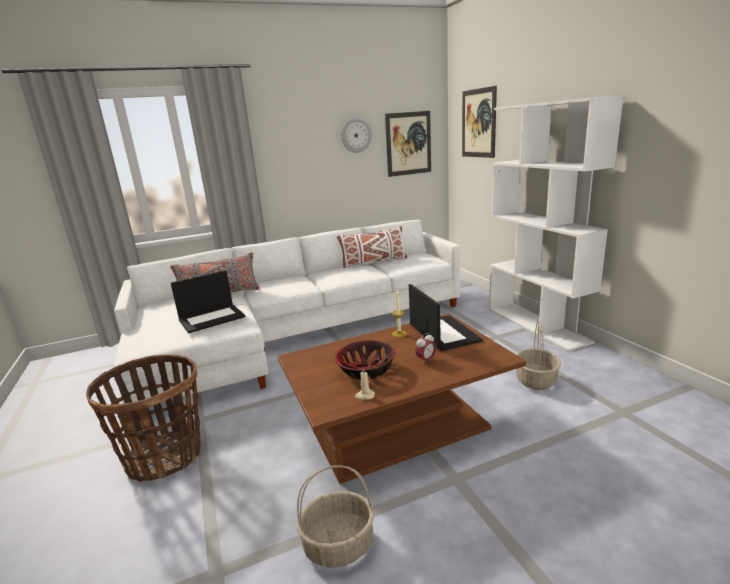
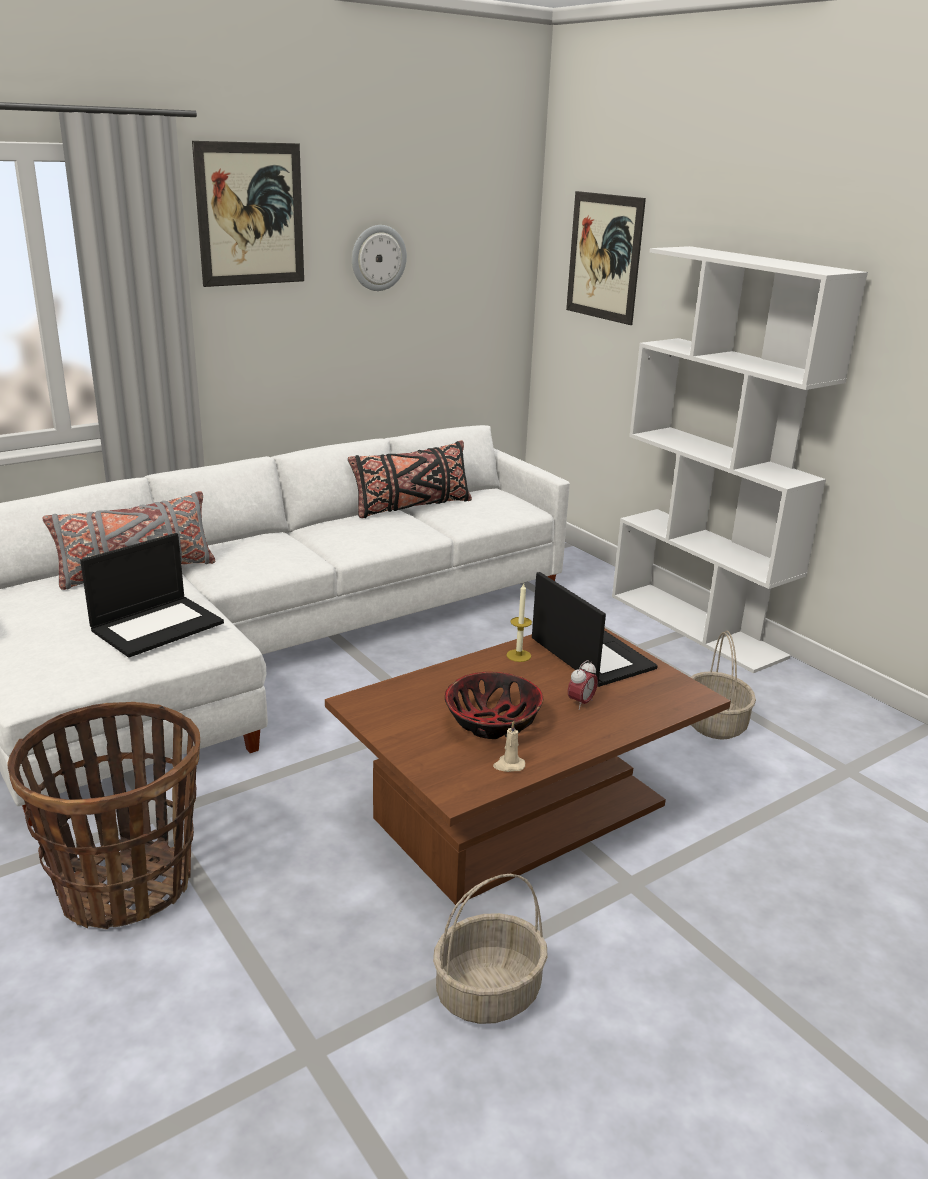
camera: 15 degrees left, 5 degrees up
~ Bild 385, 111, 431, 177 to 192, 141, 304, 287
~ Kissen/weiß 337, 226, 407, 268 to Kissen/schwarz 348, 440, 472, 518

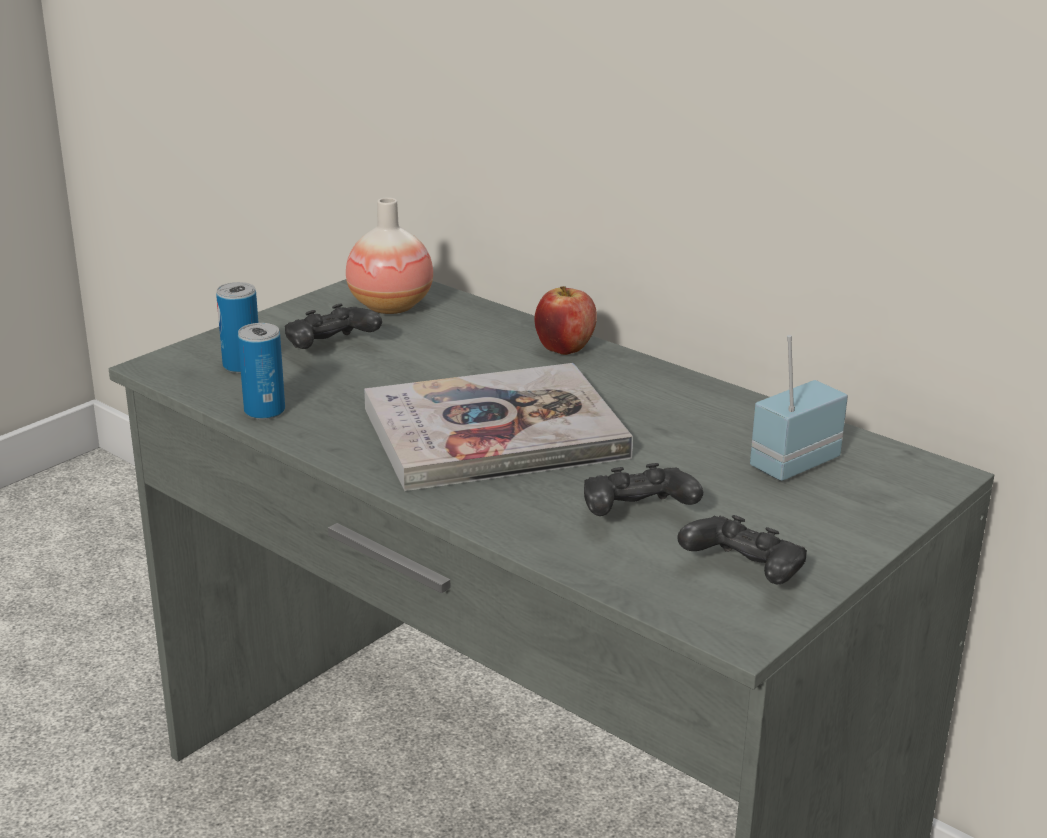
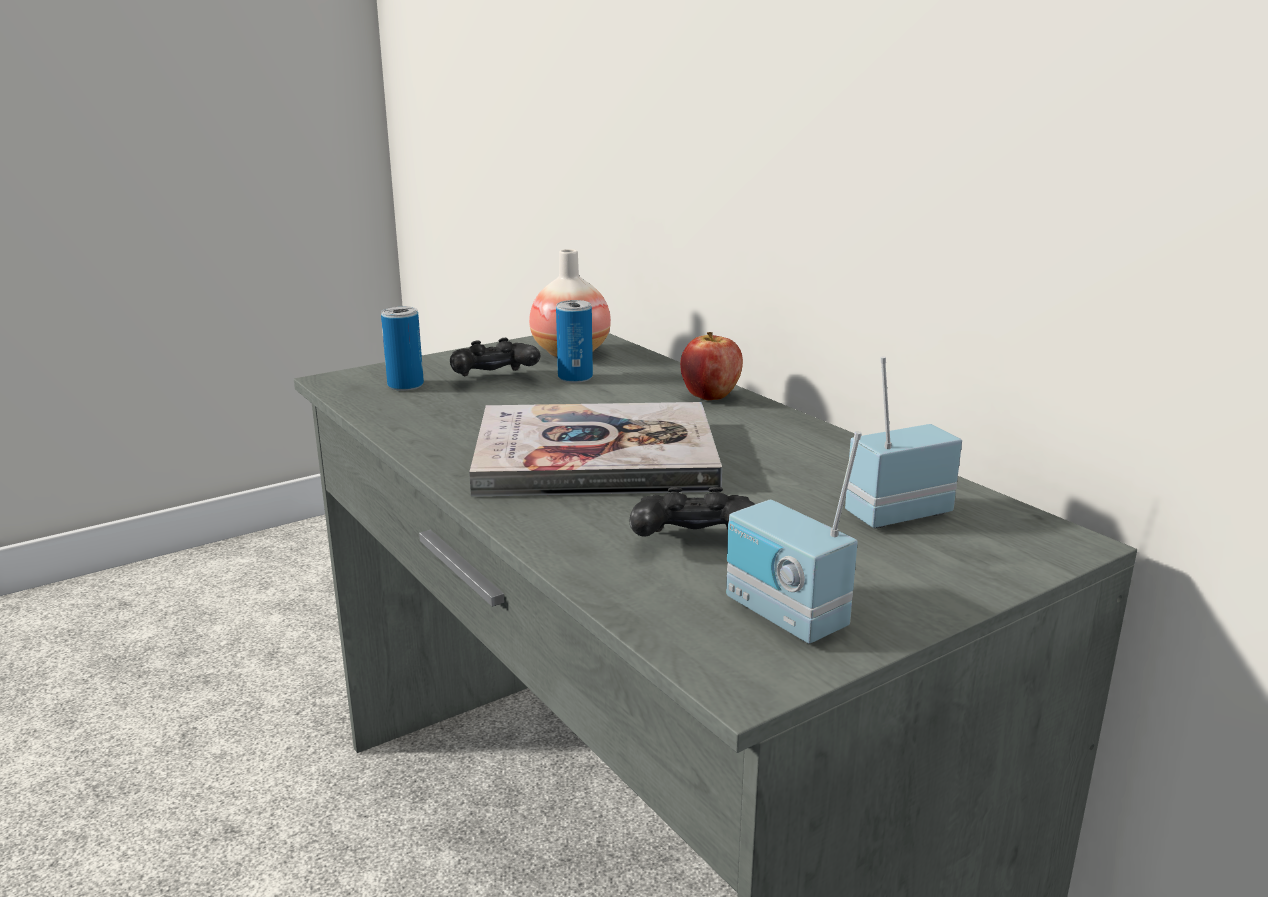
camera: 15 degrees right, 5 degrees down
~ Dose 238, 323, 285, 420 to 556, 300, 593, 383
~ Gamepad/schwarz 677, 515, 807, 584 to Radio 726, 431, 862, 643

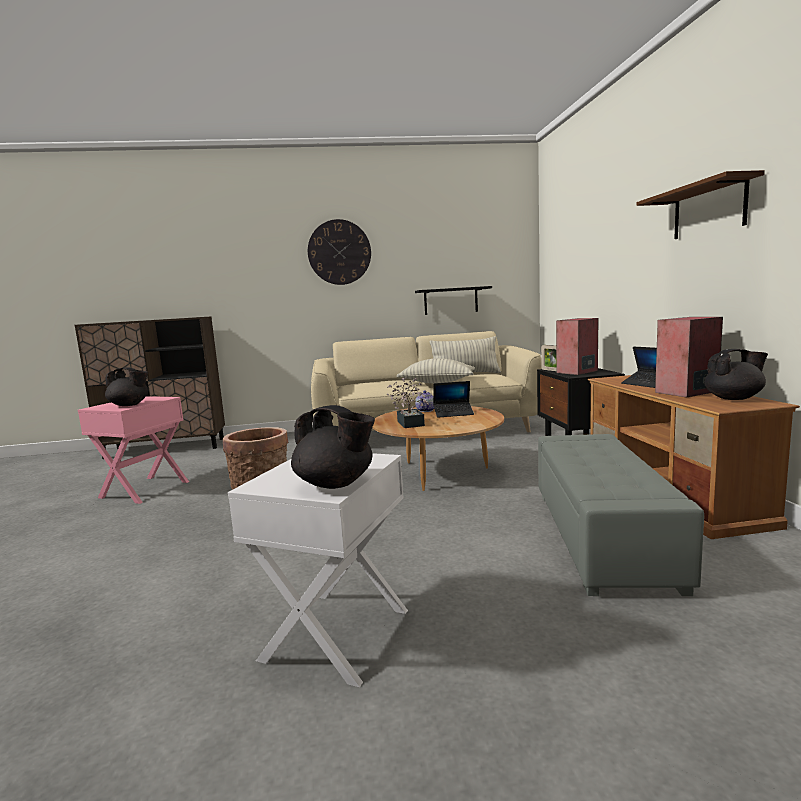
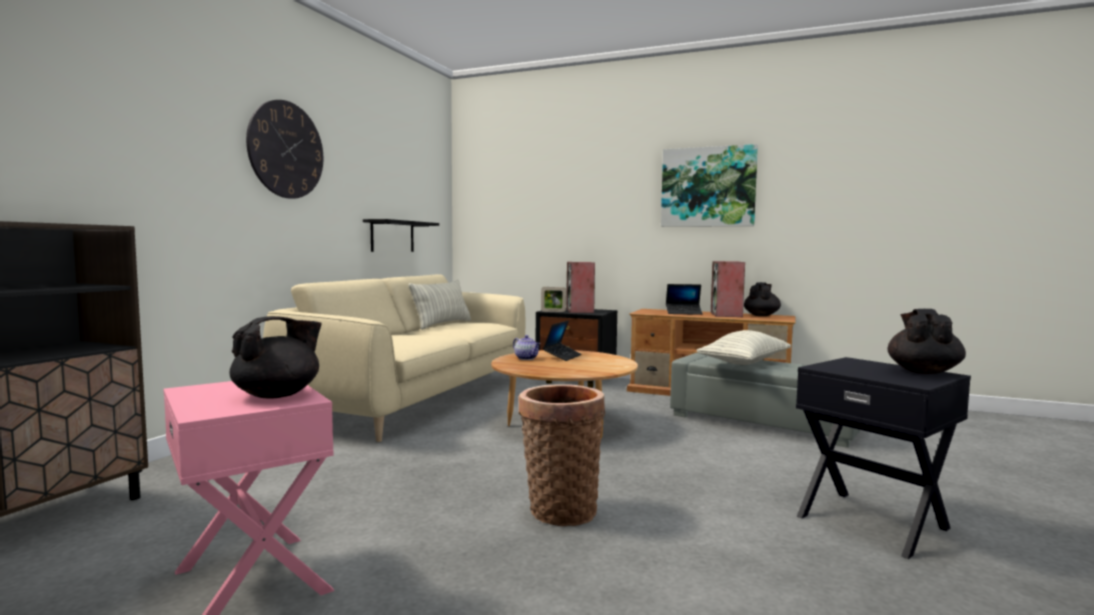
camera: 60 degrees left, 5 degrees down
- Topfpflanze 387, 378, 429, 428
~ Kissen 396, 358, 475, 383 to 696, 330, 791, 365
~ Wandregal/braun 637, 170, 765, 239 to Bild 661, 144, 758, 227
~ Beistelltisch/weiß 228, 453, 408, 687 to Beistelltisch/schwarz 796, 357, 971, 559
~ Teekanne/schwarz 291, 405, 375, 489 = 887, 309, 966, 374 45 degrees counterclockwise

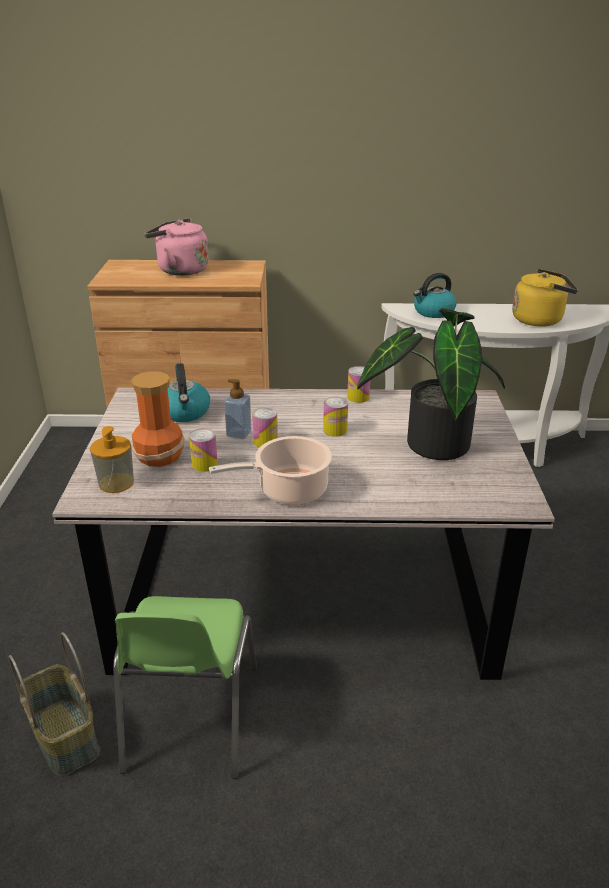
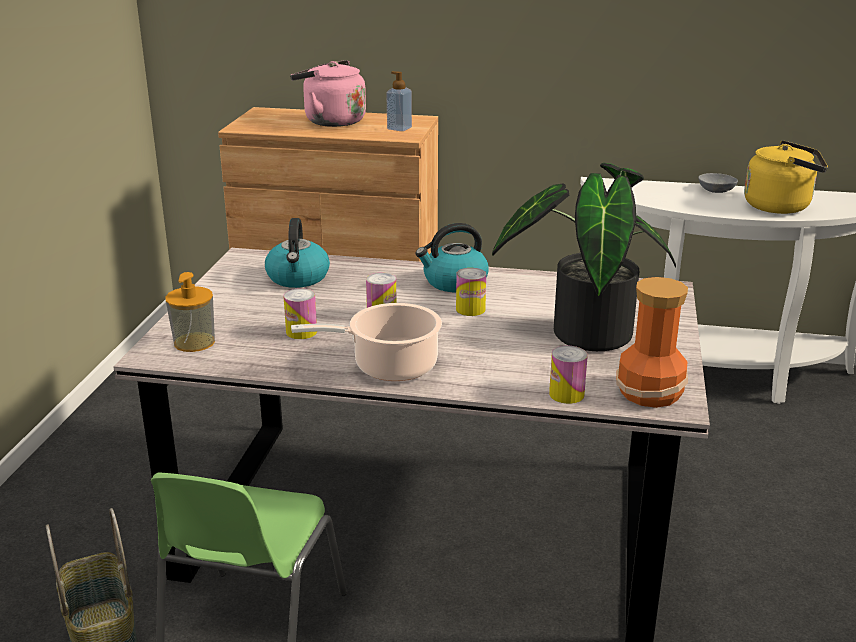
camera: 10 degrees right, 5 degrees down
+ Schüssel/grau 698, 173, 738, 193
~ Vase 131, 371, 184, 467 to 616, 277, 688, 408
~ Seifenspender 224, 379, 252, 439 to 386, 71, 412, 131
~ Dose 347, 366, 370, 403 to 549, 346, 588, 404
~ Wasserkessel 413, 273, 456, 318 to 415, 223, 489, 292

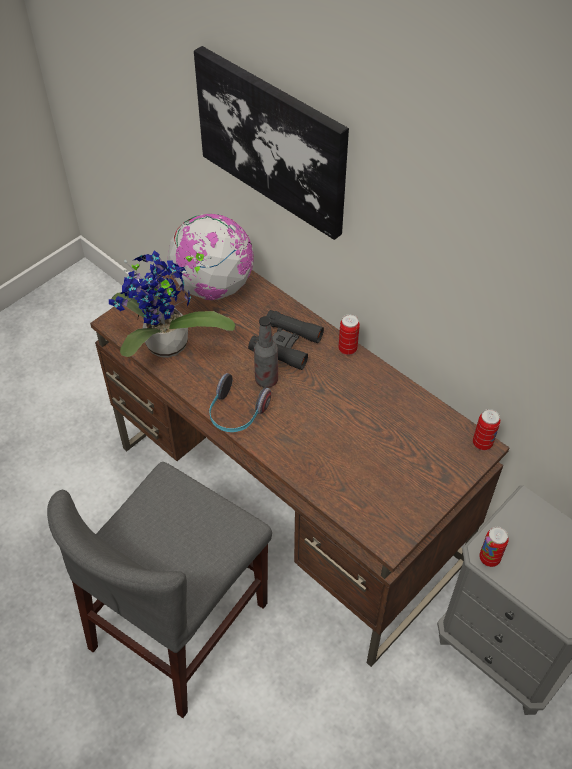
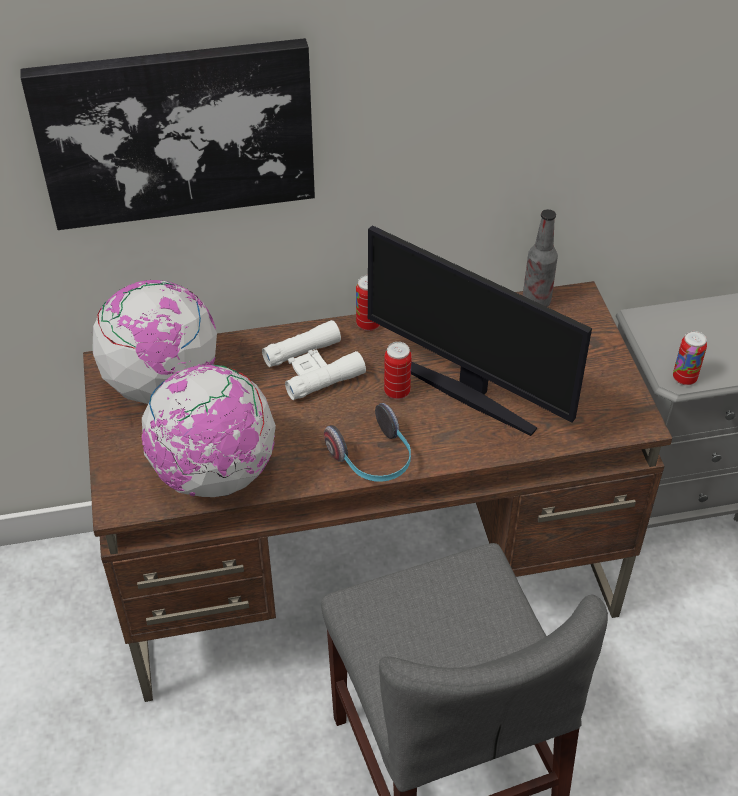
camera: 55 degrees left, 5 degrees down
+ Monitor 368, 225, 592, 436
~ Flasche 254, 316, 278, 388 to 523, 209, 558, 307
~ Dose 473, 409, 500, 451 to 384, 342, 412, 399
~ Topfpflanze 109, 250, 235, 358 to Globus 142, 364, 276, 497
~ Fernglas/schwarz 248, 310, 324, 370 to Fernglas/weiß 262, 320, 366, 400

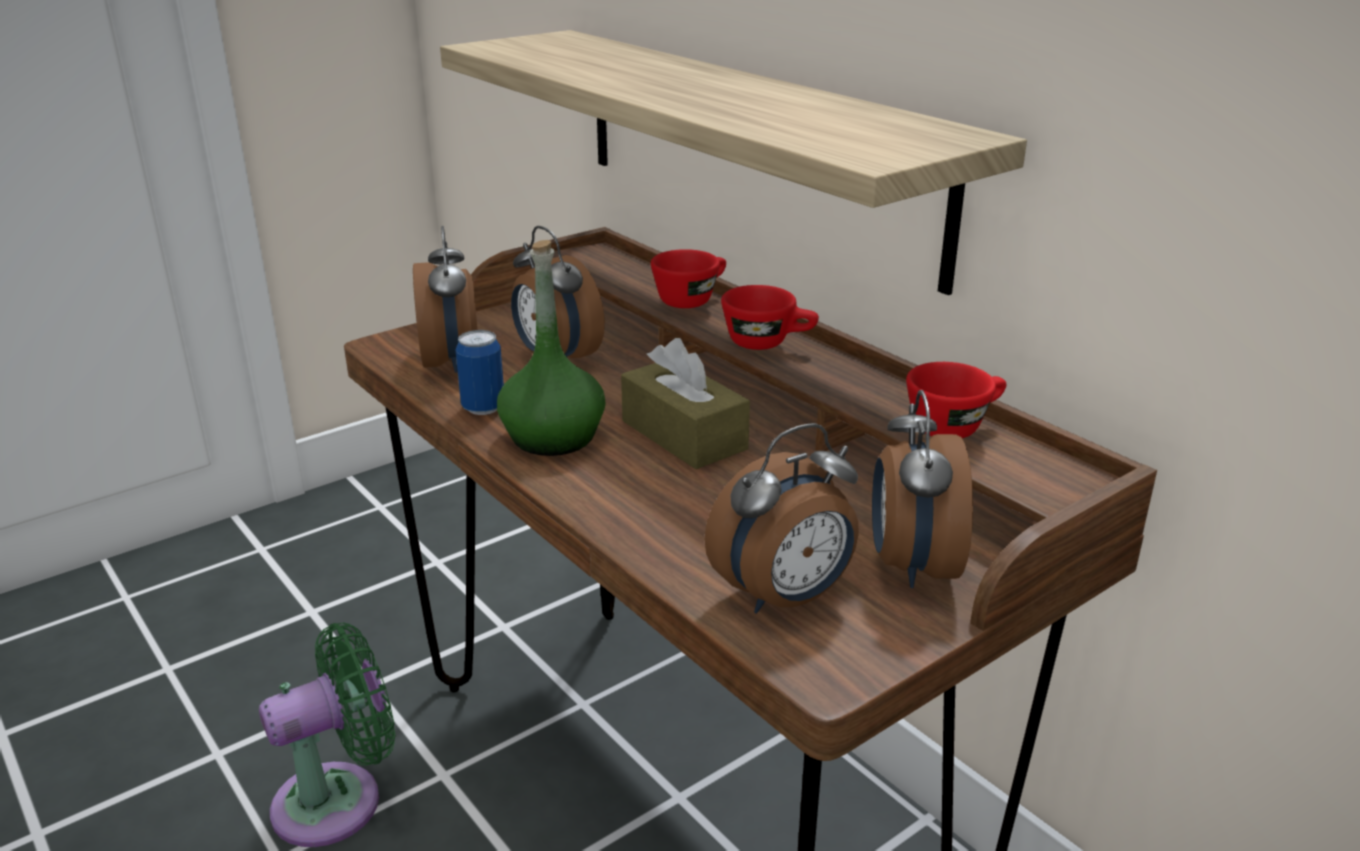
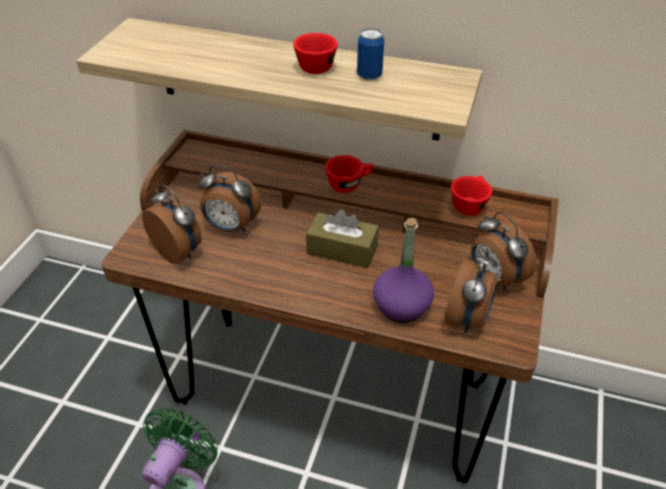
camera: 35 degrees left, 15 degrees up
- Flasche/grün 497, 240, 606, 456
+ Flasche/lila 373, 218, 434, 323
~ Dose 456, 330, 504, 415 to 357, 28, 384, 81
~ Tasse/rot 651, 249, 726, 308 to 293, 33, 338, 74

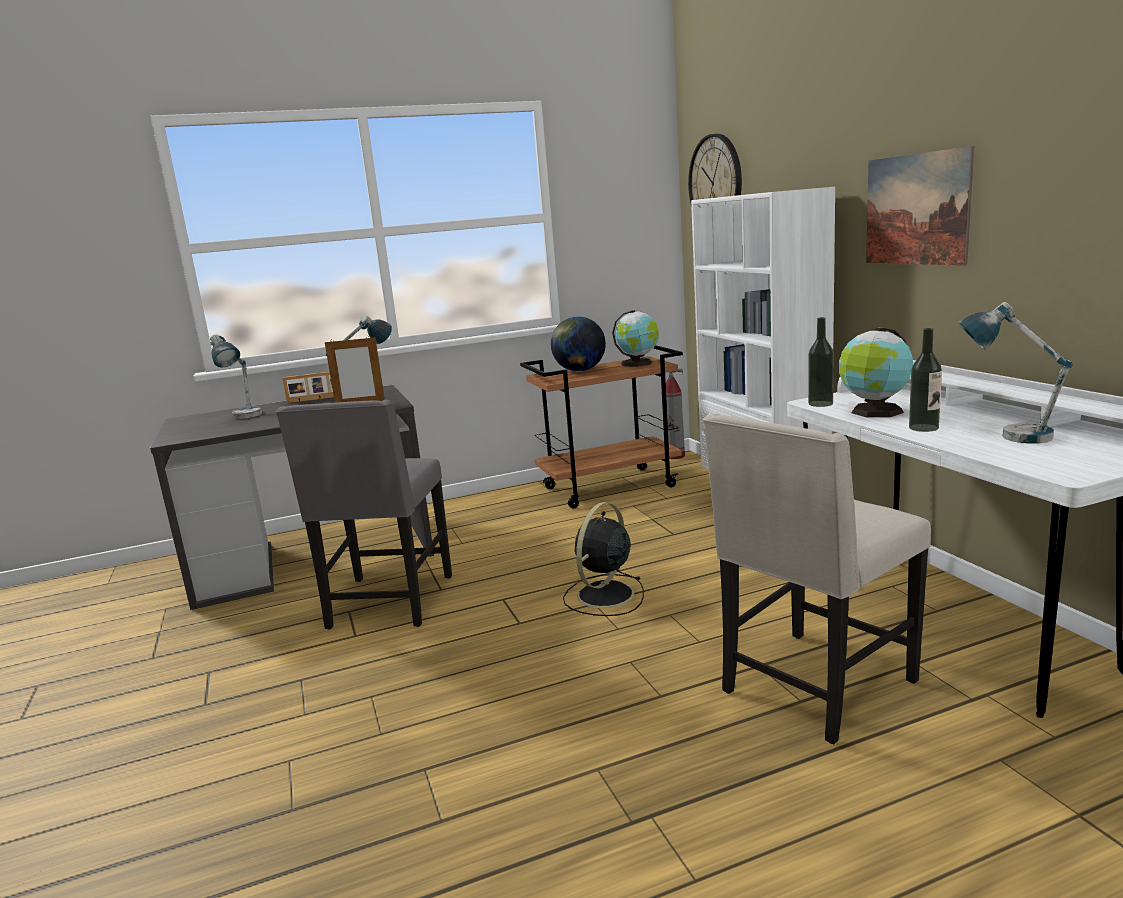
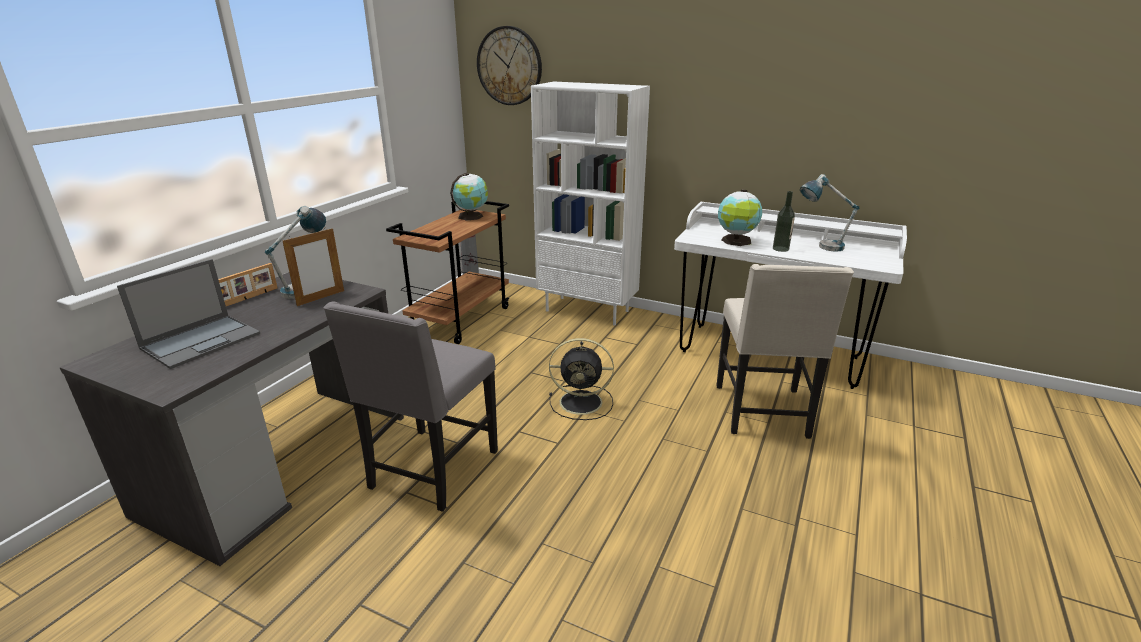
camera: 45 degrees left, 10 degrees up
- Globus 551, 316, 606, 371
- Flasche 808, 317, 834, 407
- Bild 866, 146, 974, 266
~ Tischlampe 210, 335, 262, 419 to Laptop 117, 259, 260, 369
~ Stuhl/grau 276, 400, 452, 630 = 324, 302, 498, 512 60 degrees clockwise
~ Ventilator/schwarz 563, 502, 644, 616 = 549, 338, 614, 420 75 degrees counterclockwise

